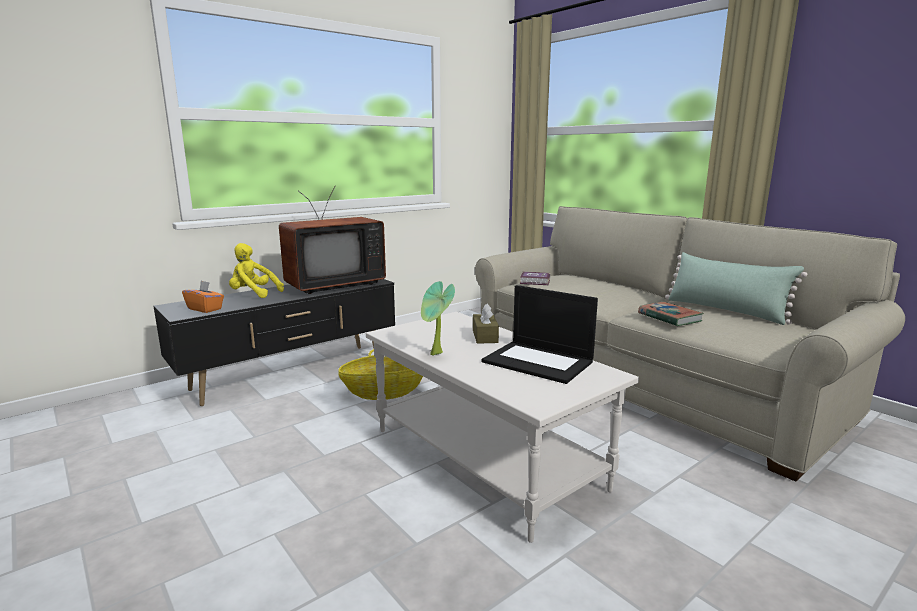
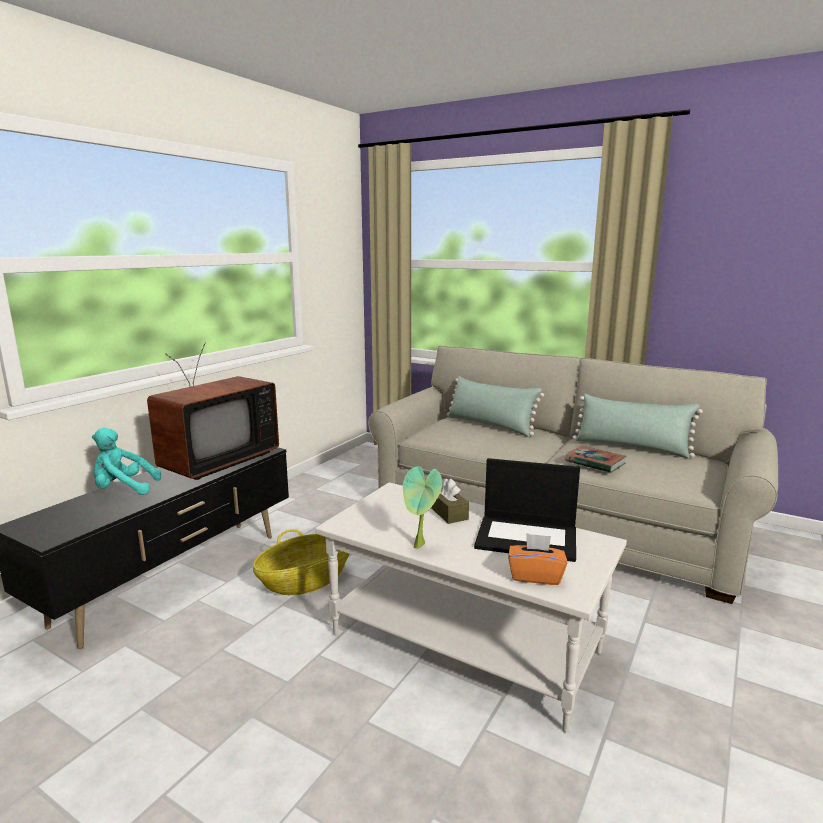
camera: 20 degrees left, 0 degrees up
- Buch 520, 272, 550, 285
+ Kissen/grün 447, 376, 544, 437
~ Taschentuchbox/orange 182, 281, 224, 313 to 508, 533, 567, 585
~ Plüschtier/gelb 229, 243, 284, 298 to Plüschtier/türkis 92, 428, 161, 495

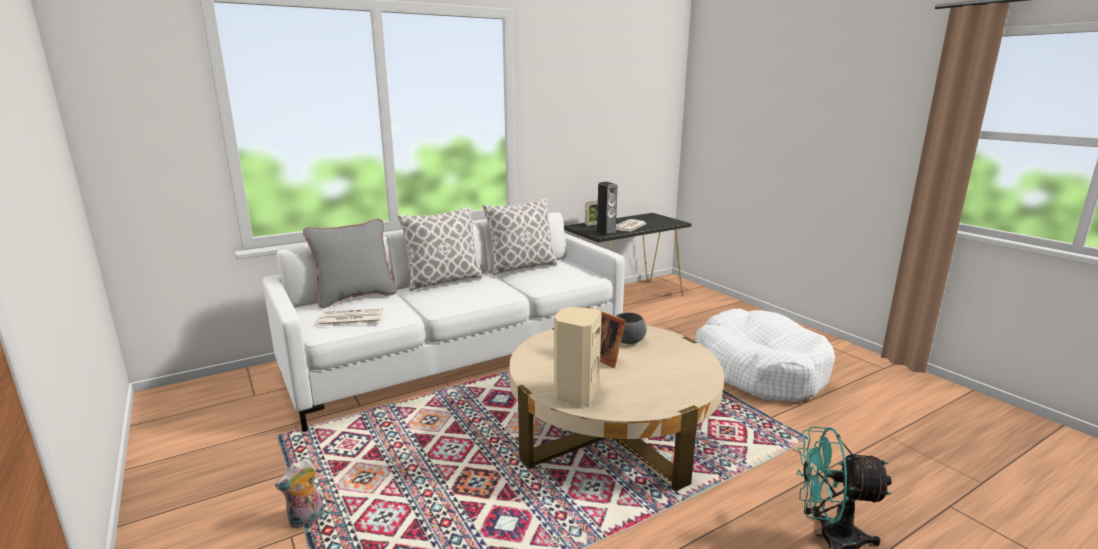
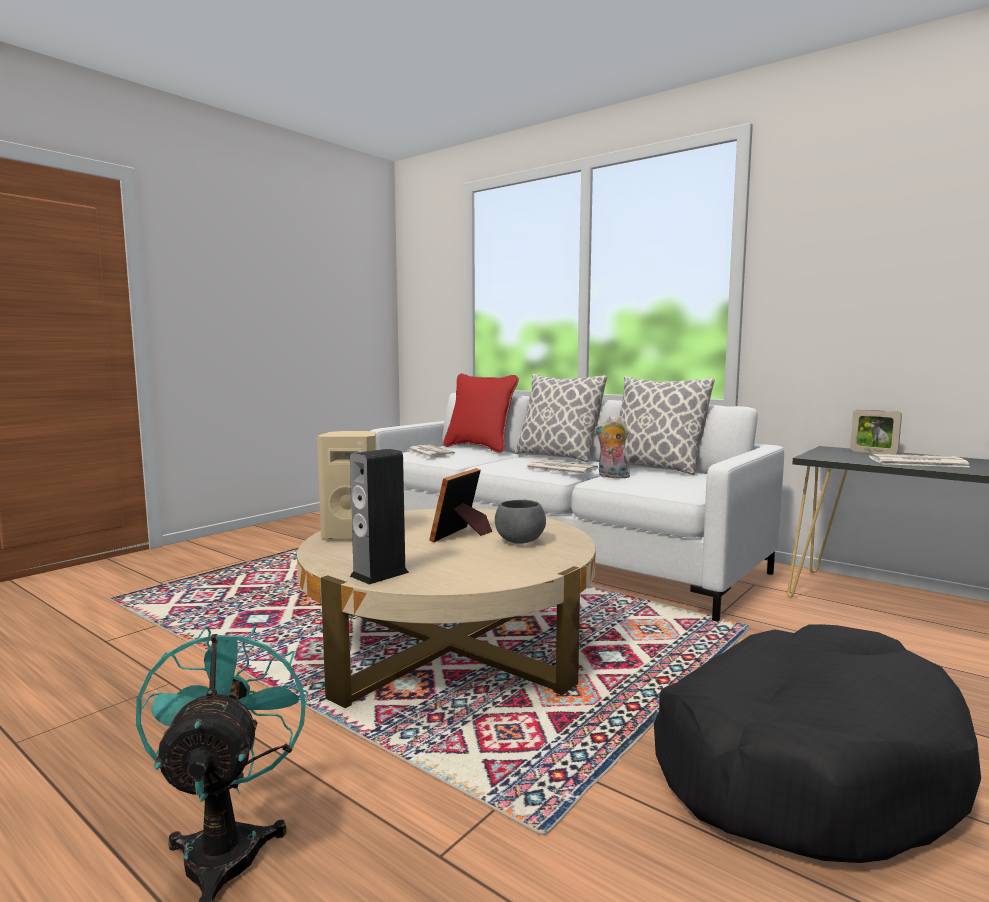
camera: 70 degrees right, 10 degrees down
+ Zeitung 526, 460, 598, 475
~ Plüschtier 275, 458, 325, 528 to 595, 416, 630, 478
~ Lautsprecher 596, 182, 617, 236 to 350, 449, 409, 584
~ Kissen/grau 303, 219, 397, 309 to Kissen/rot 443, 373, 519, 453
~ Hundebett/weiß 695, 309, 835, 402 to Hundebett/schwarz 654, 624, 981, 863

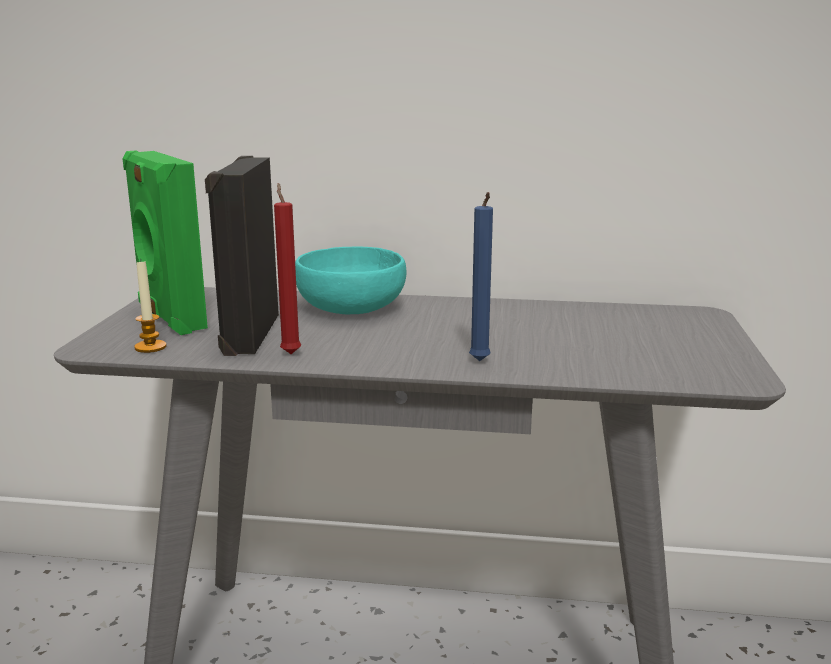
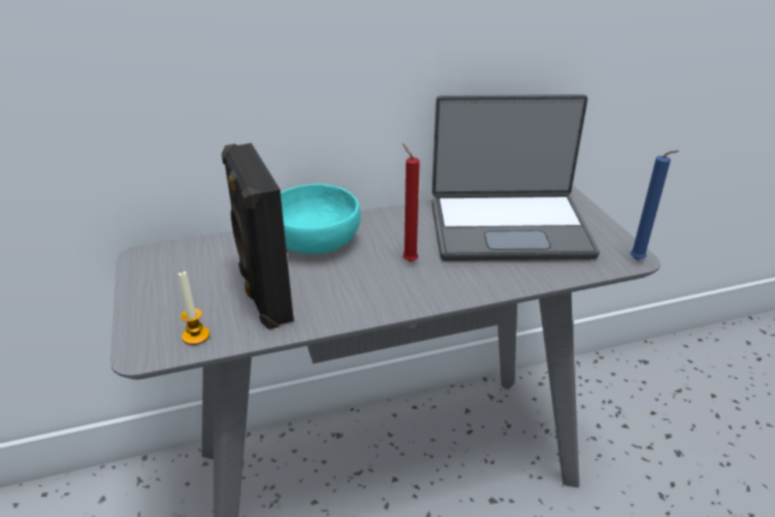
camera: 25 degrees left, 15 degrees up
- Lautsprecher/grün 122, 150, 208, 335
+ Laptop 432, 94, 600, 261
~ Kerze/rot 274, 183, 301, 354 to 402, 143, 420, 262
~ Kerze/blau 469, 192, 493, 361 to 630, 150, 679, 260

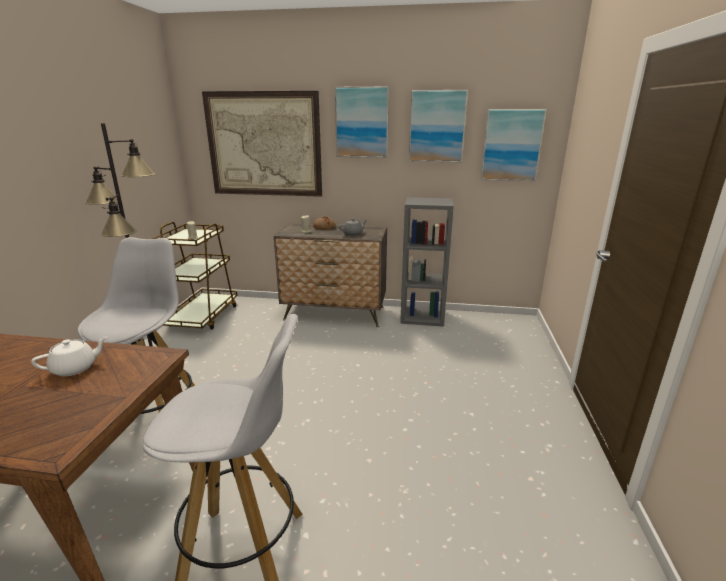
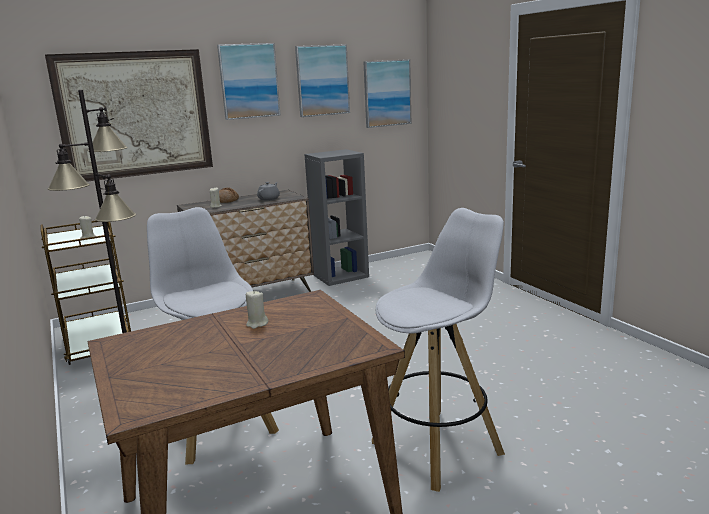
camera: 35 degrees left, 5 degrees down
~ Teekanne/weiß 31, 337, 107, 376 to Kerze/beige 246, 290, 268, 329

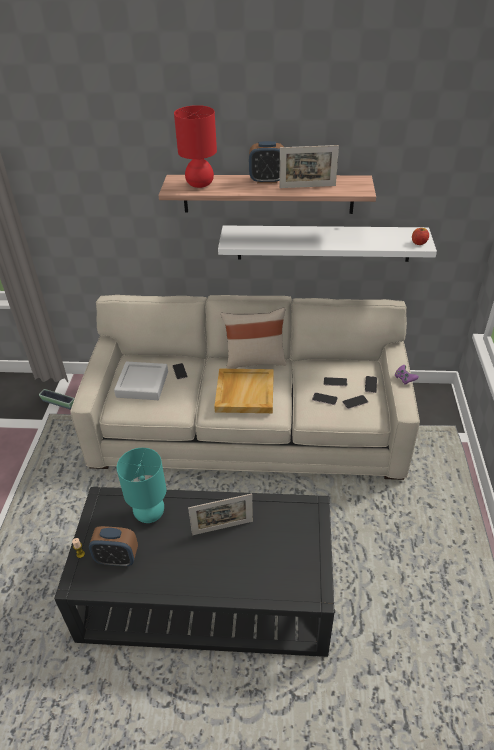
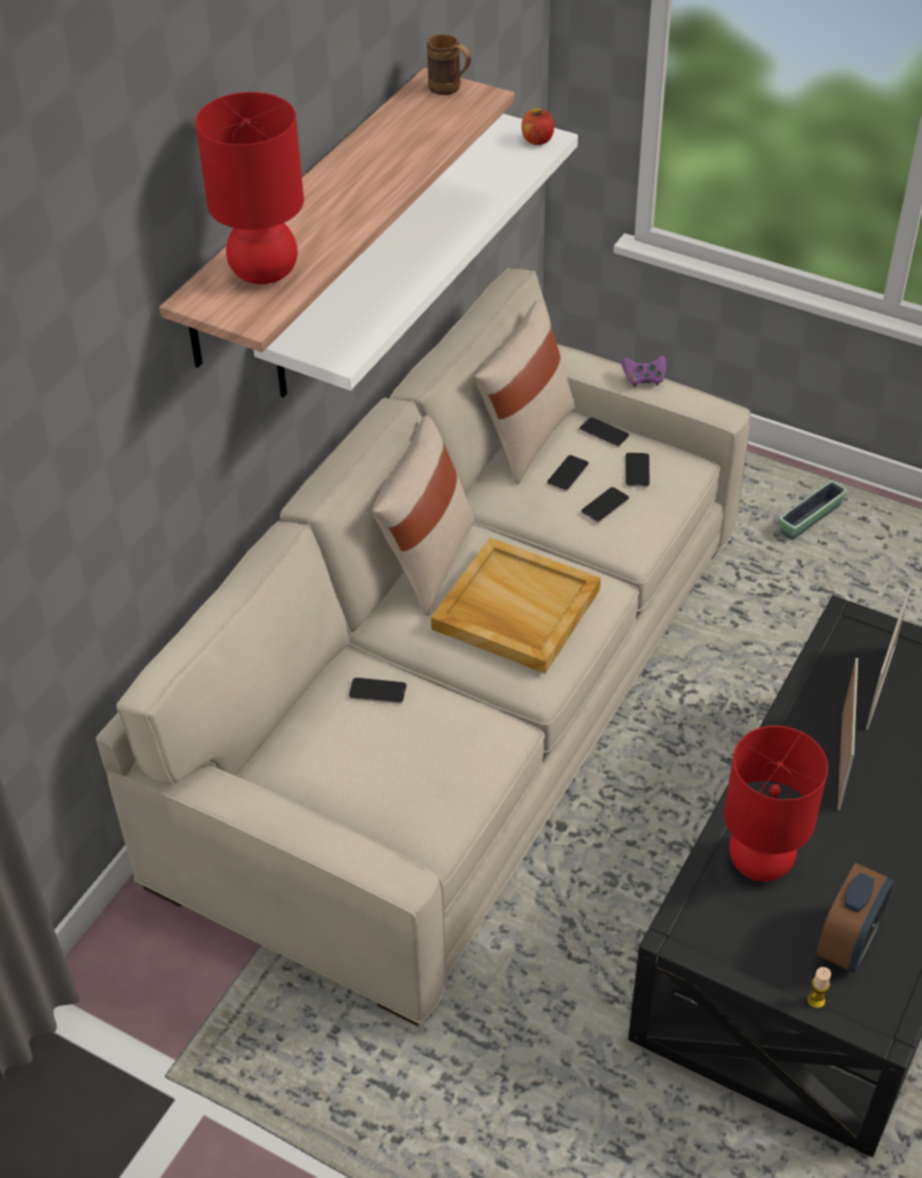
camera: 65 degrees left, 5 degrees up
- Tablett/grau 114, 361, 168, 400
- Wecker 249, 141, 284, 184
+ Henkelbecher/braun 427, 34, 471, 95
+ Kissen/beige 474, 300, 575, 484
~ Pflanzkübel 39, 389, 75, 409 to 779, 481, 847, 540
~ Bilderrahmen 279, 145, 339, 188 to 866, 589, 910, 730
~ Tischlampe/türkis 117, 448, 166, 523 to Tischlampe/rot 724, 726, 828, 881

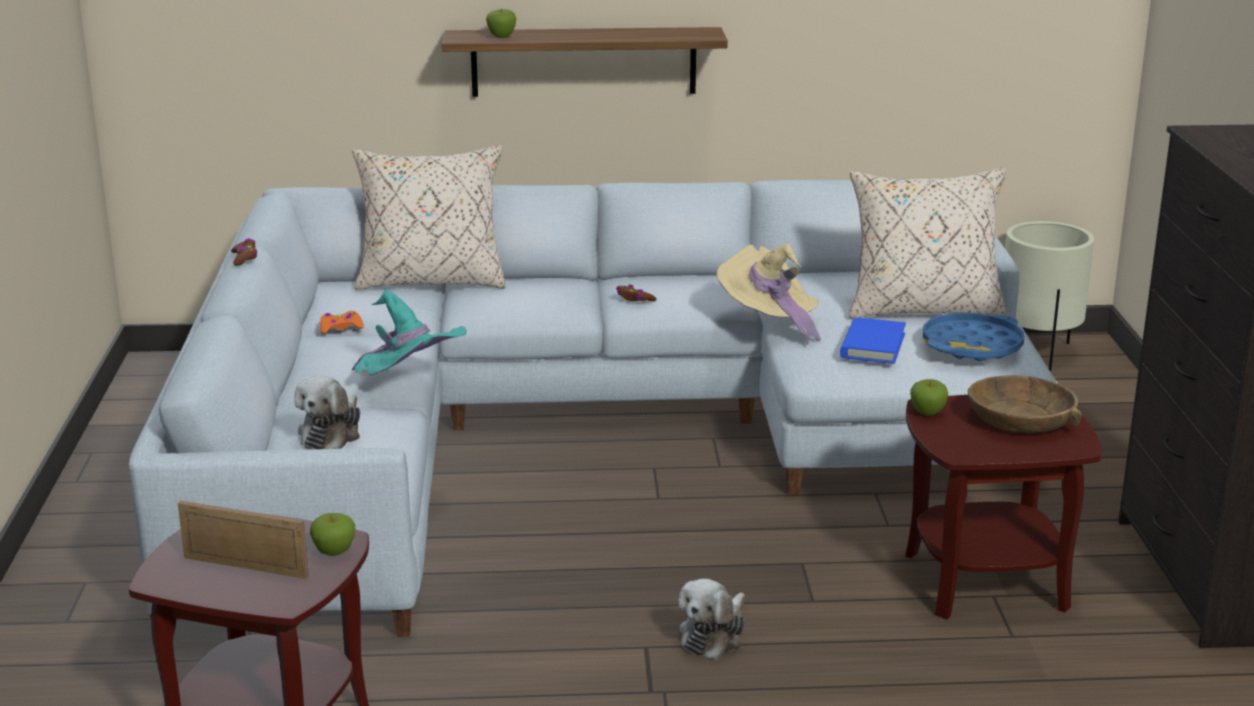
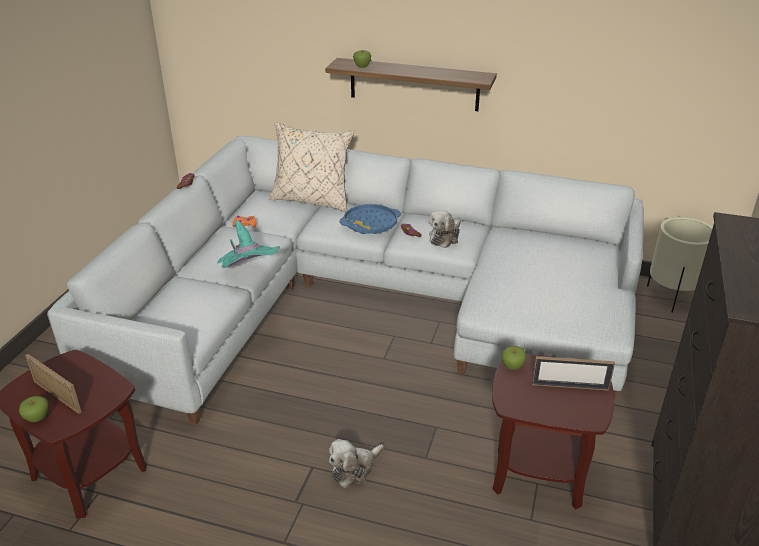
camera: 20 degrees right, 10 degrees up
- Hut/beige 717, 244, 821, 345
- Buch/blau 840, 317, 906, 364
- Kissen/beige 849, 168, 1007, 319
~ Plüschtier 294, 376, 360, 449 to 429, 210, 461, 248
~ Apfel 310, 513, 355, 556 to 19, 396, 48, 422
~ Tablett/blau 923, 313, 1024, 362 to 339, 204, 401, 234
~ Schüssel/braun 968, 375, 1082, 433 to Bilderrahmen 532, 356, 615, 391

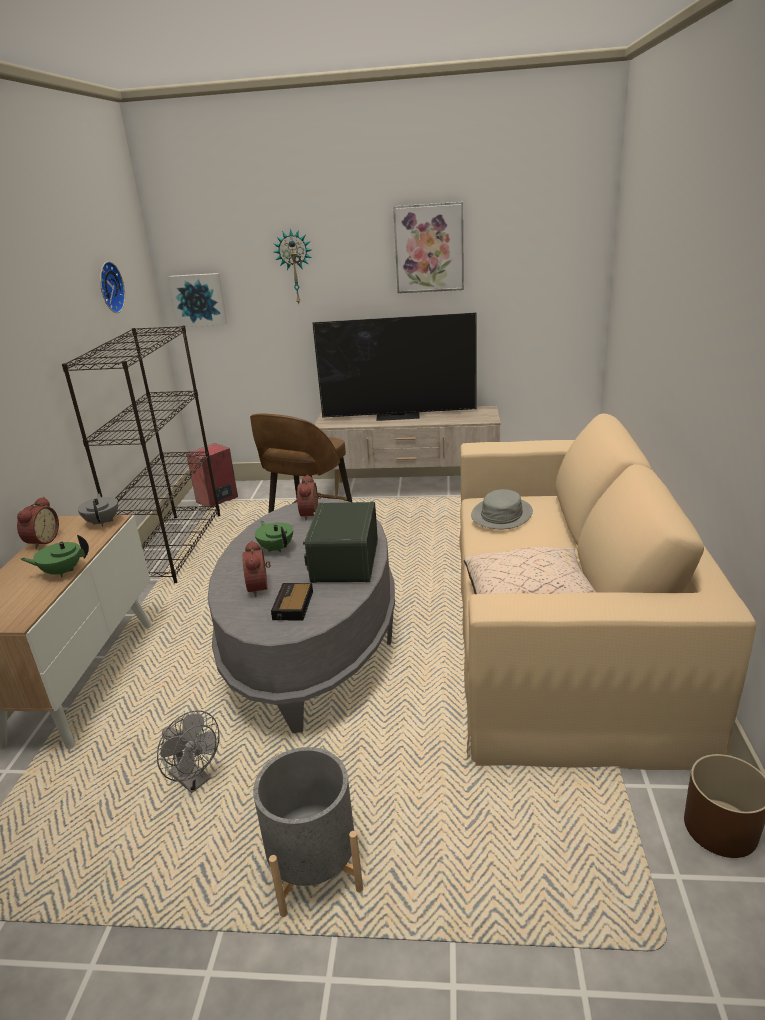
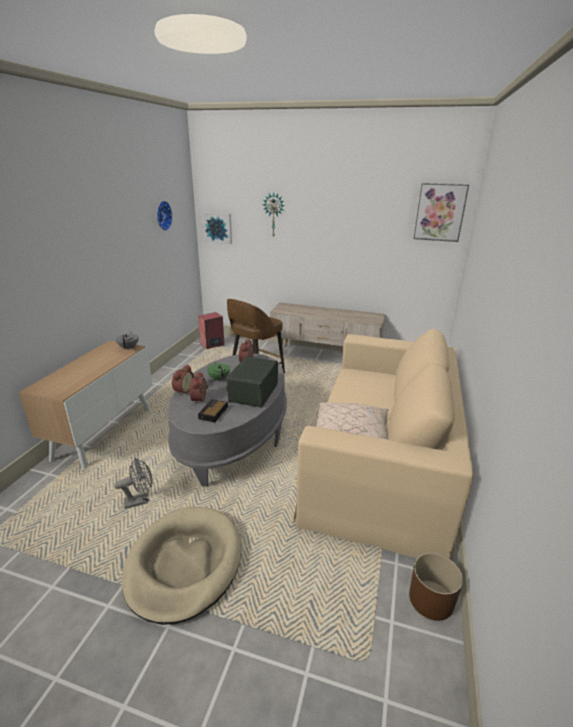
camera: 10 degrees right, 0 degrees up
- Teekanne/grün 20, 535, 89, 577
- Bücherregal/schwarz 62, 326, 220, 583
- Fernseher 312, 312, 477, 421
- Hut/grau 471, 489, 533, 529
~ Wecker 17, 497, 59, 549 to 172, 365, 194, 395
~ Bild 393, 202, 464, 293 to 413, 183, 469, 242
~ Pflanzkübel/grau 253, 747, 363, 917 to Hundebett/beige 122, 507, 242, 625
~ Ventilator/grau 157, 710, 220, 793 = 114, 458, 153, 509 75 degrees counterclockwise

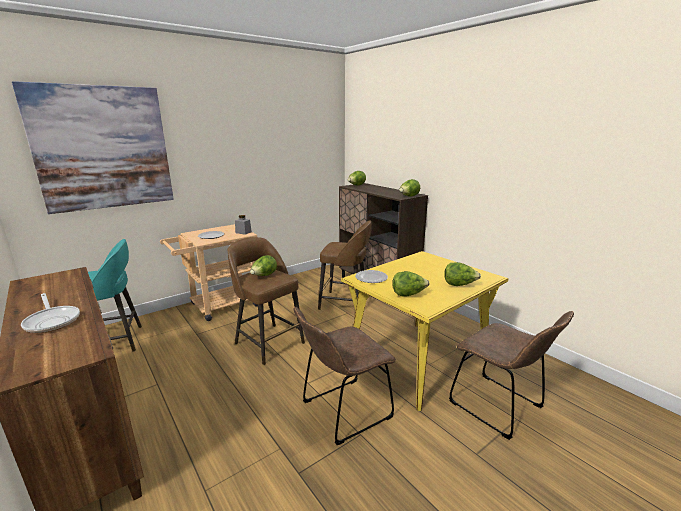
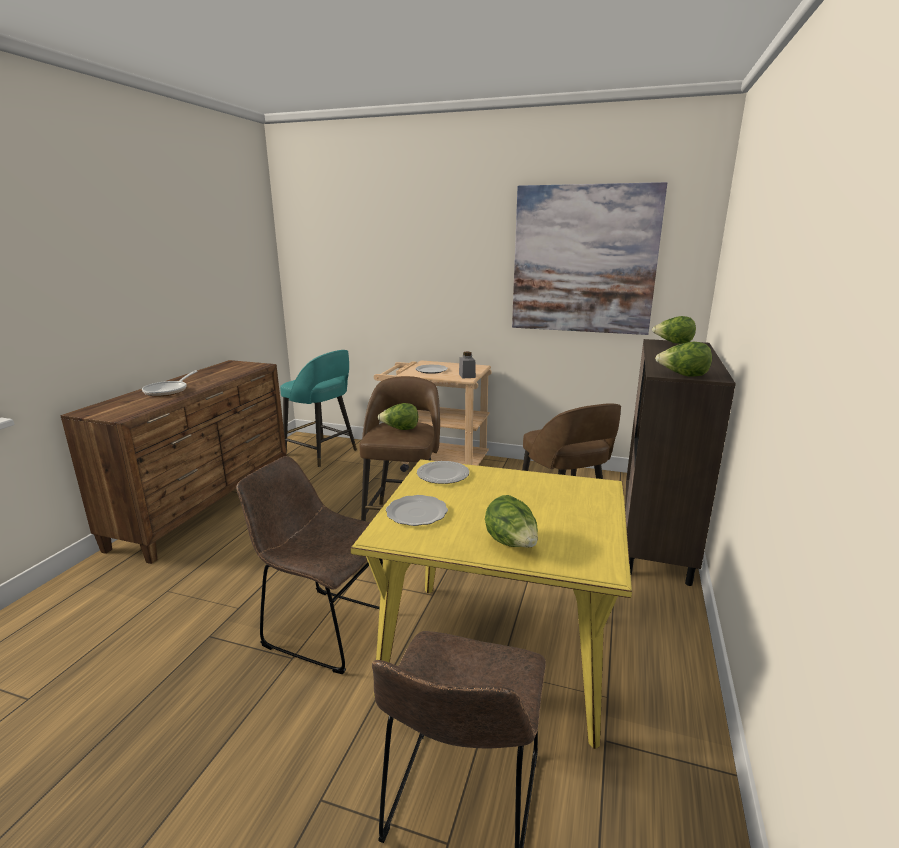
camera: 55 degrees right, 0 degrees up
~ Bild 12, 81, 174, 214 to 512, 182, 667, 335
~ Salatkopf 392, 271, 429, 297 to Teller 386, 495, 448, 526

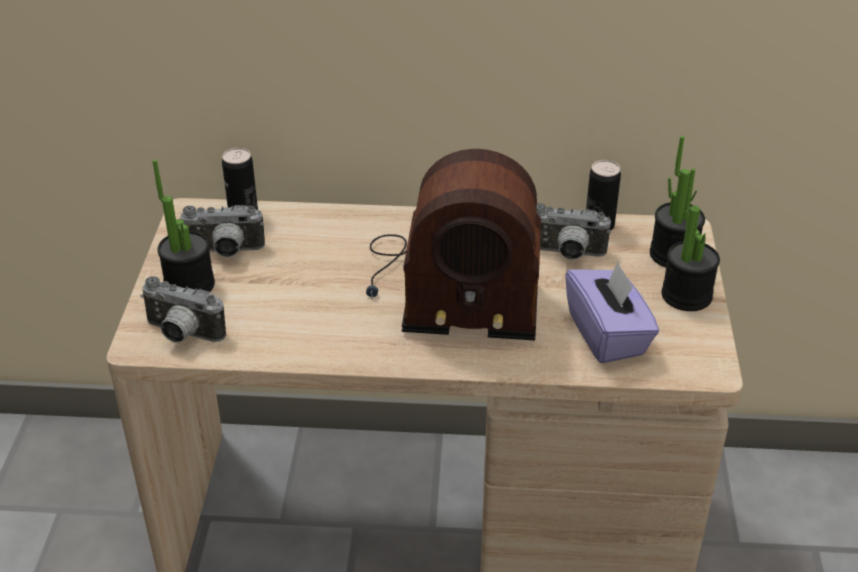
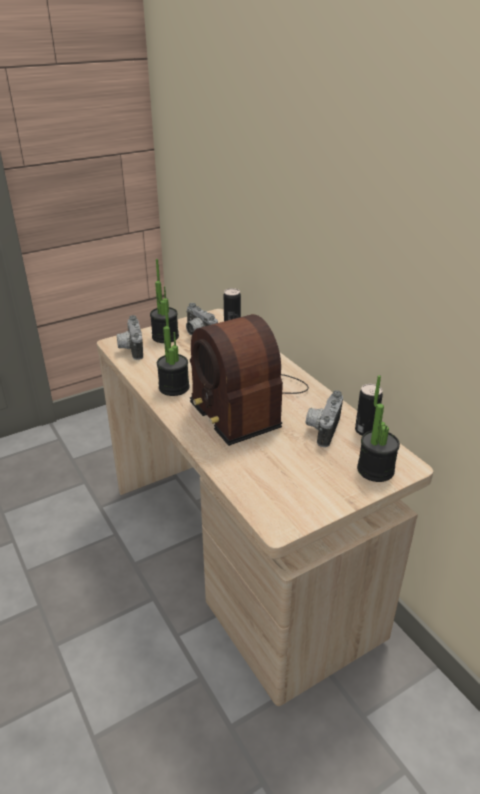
camera: 55 degrees right, 5 degrees down
- Taschentuchbox/lila 565, 261, 659, 363
~ Topfpflanze 662, 168, 720, 311 to 157, 301, 189, 396
~ Kamera 536, 203, 611, 260 = 305, 390, 343, 447 45 degrees clockwise

